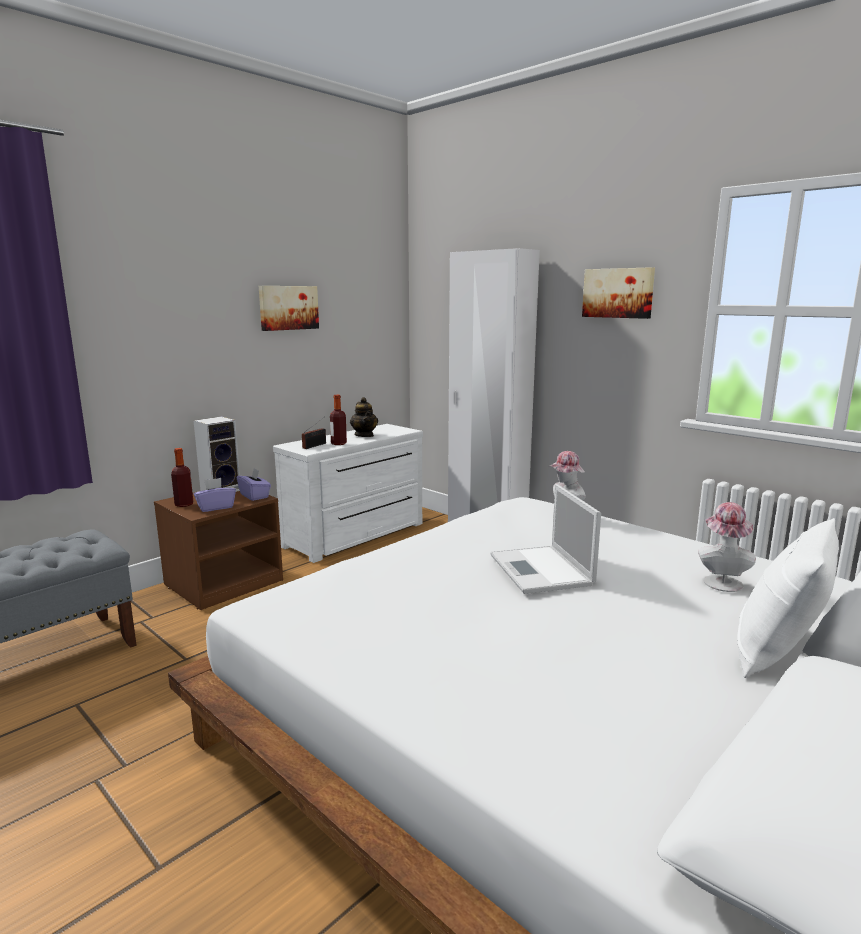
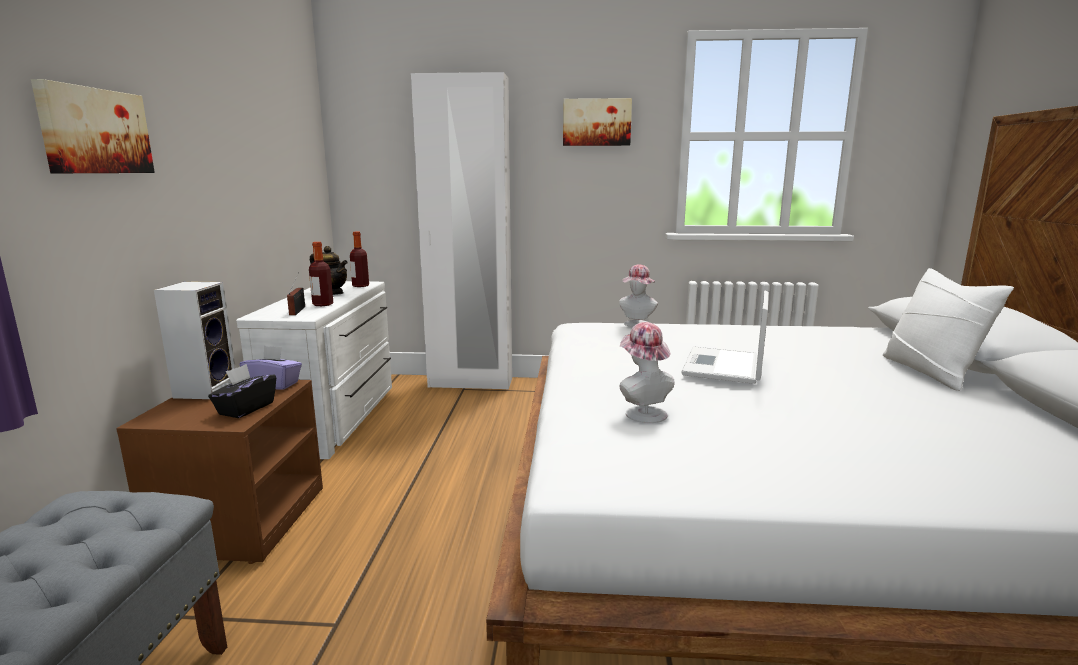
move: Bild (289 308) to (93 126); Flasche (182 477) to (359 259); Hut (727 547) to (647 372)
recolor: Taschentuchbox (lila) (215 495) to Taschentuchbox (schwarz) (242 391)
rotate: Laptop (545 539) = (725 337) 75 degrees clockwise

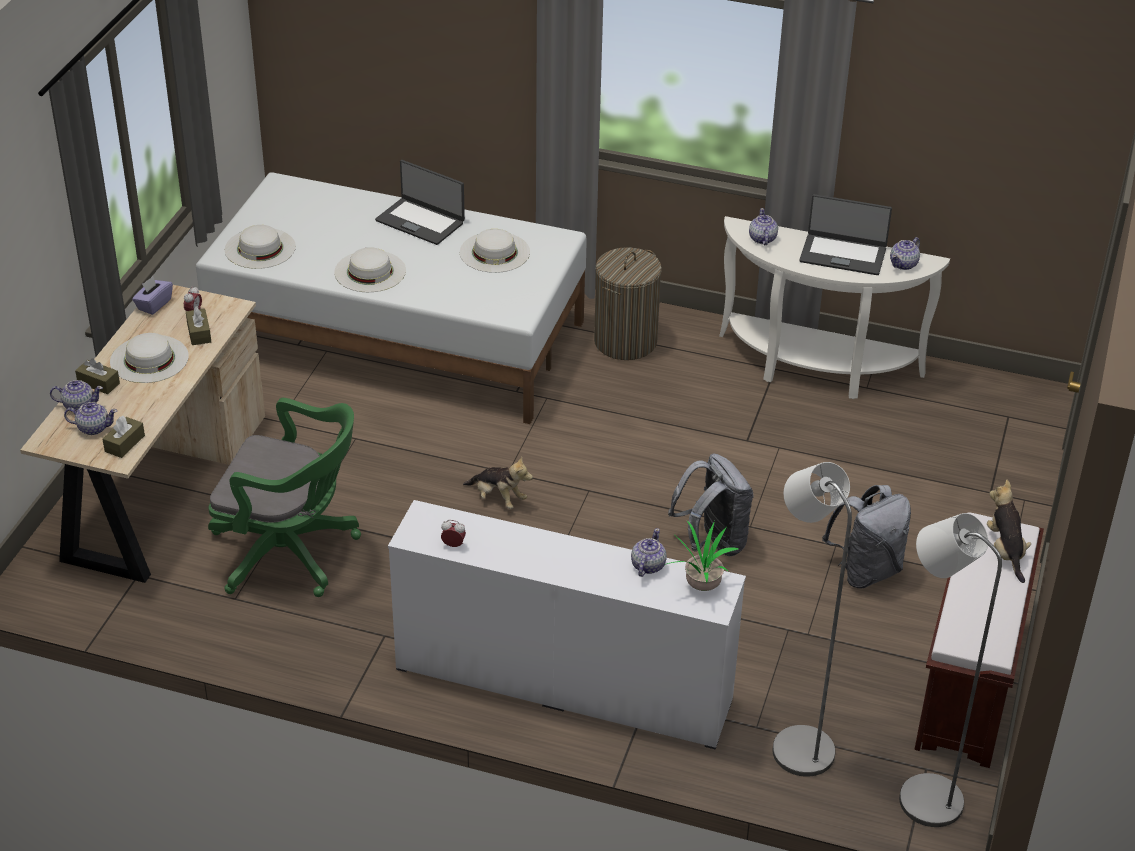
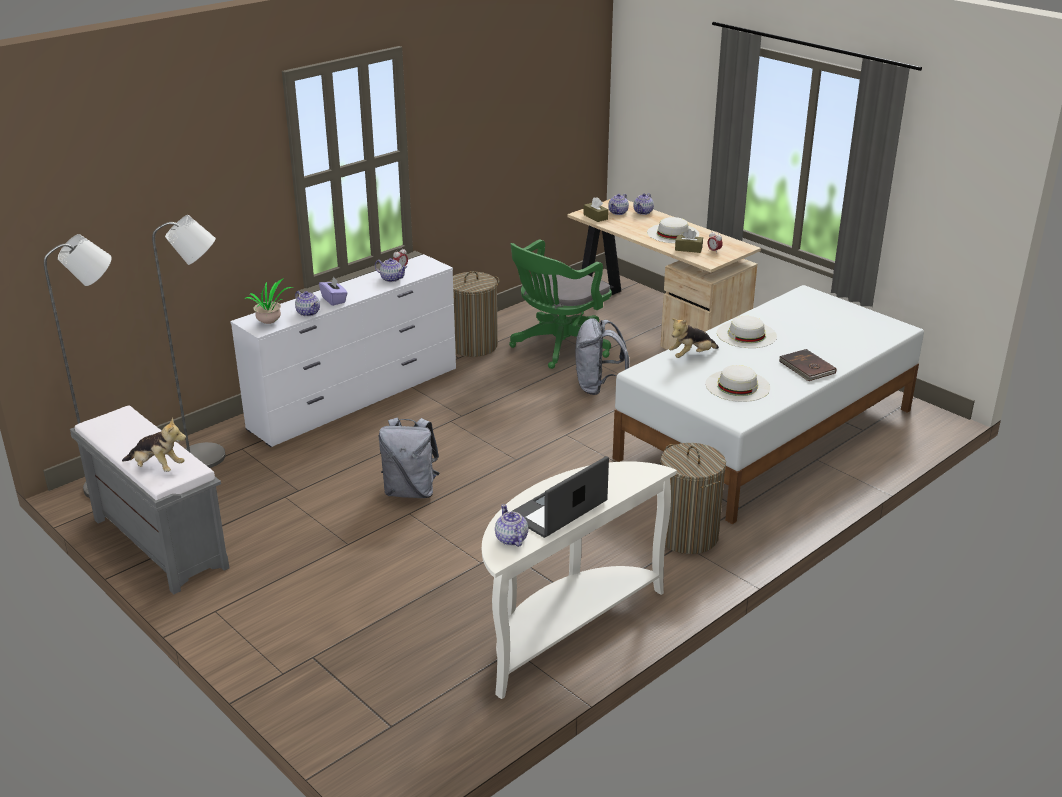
delete: Taschentuchbox (braun) (97 376); Hut (weiß) (260 247)
insert: Wäschekorb (476 314)
move: Taschentuchbox (lila) (152 295) to (333 291); Teekanne (763 226) to (391 270); Rucksack (grau) (866 536) to (602 356); Plüschtier (498 482) to (694 338)
replace: Laptop (420 202) to Buch (braun) (807 365)
recolor: Bank (braun) (979 640) to Bank (grau) (149 500)

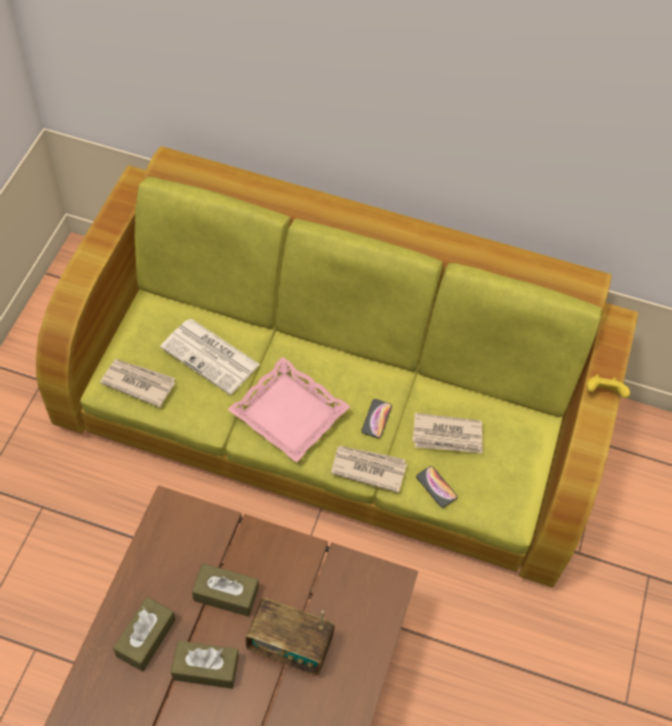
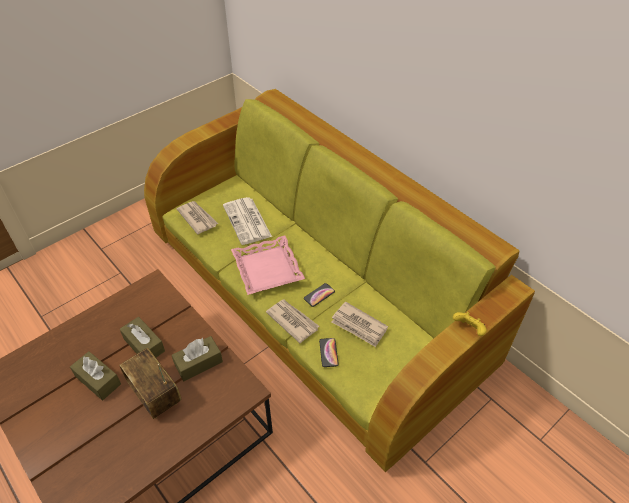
move: Taschentuchbox (braun) (144 634) to (197 358)

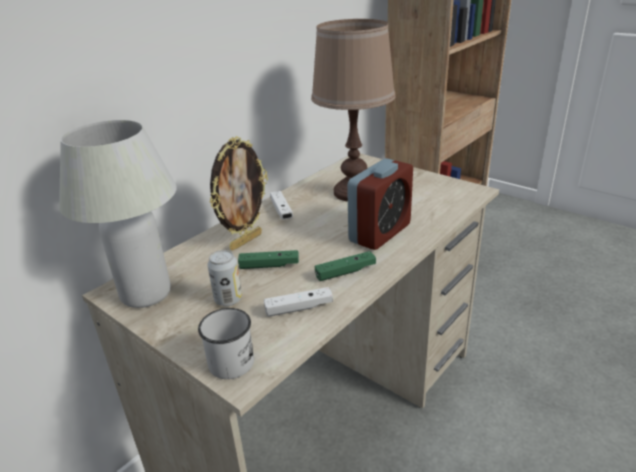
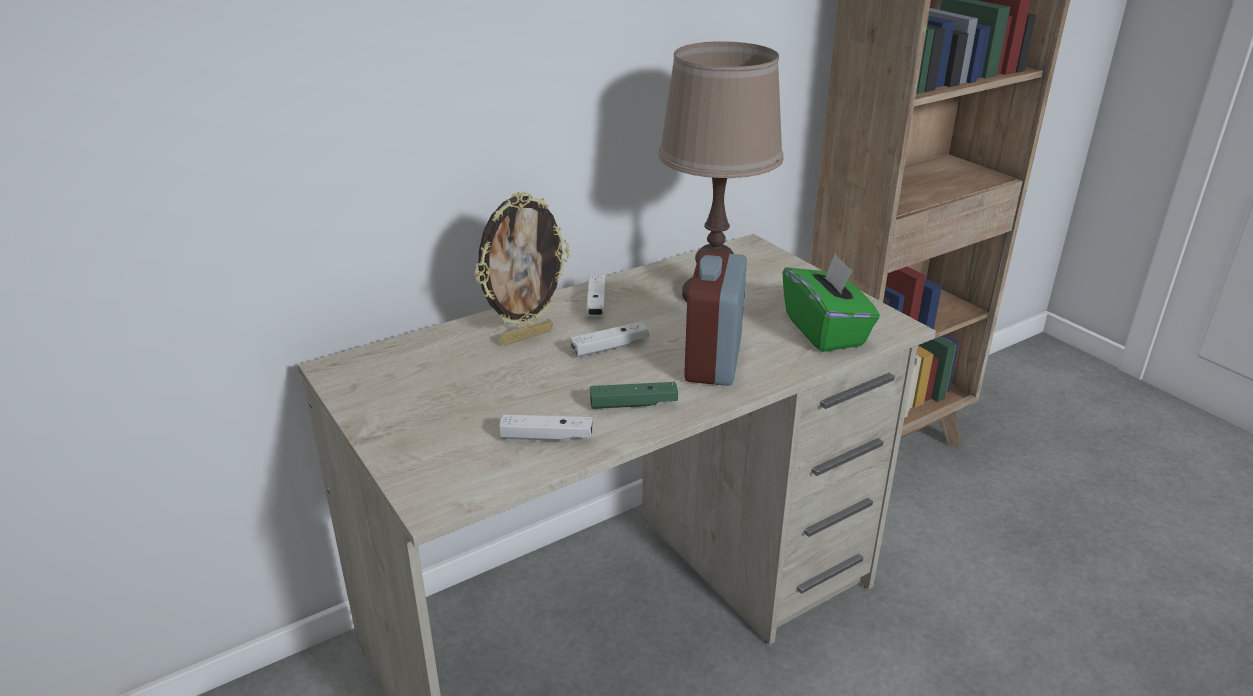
delete: Tischlampe (weiß) (118 214); Henkelbecher (weiß) (226 343); Dose (224 278); Gamepad (grün) (268 259)
insert: Gamepad (weiß) (609 339); Taschentuchbox (grün) (831 302)
rotate: Wecker (380 204) = (715 319) 135 degrees clockwise

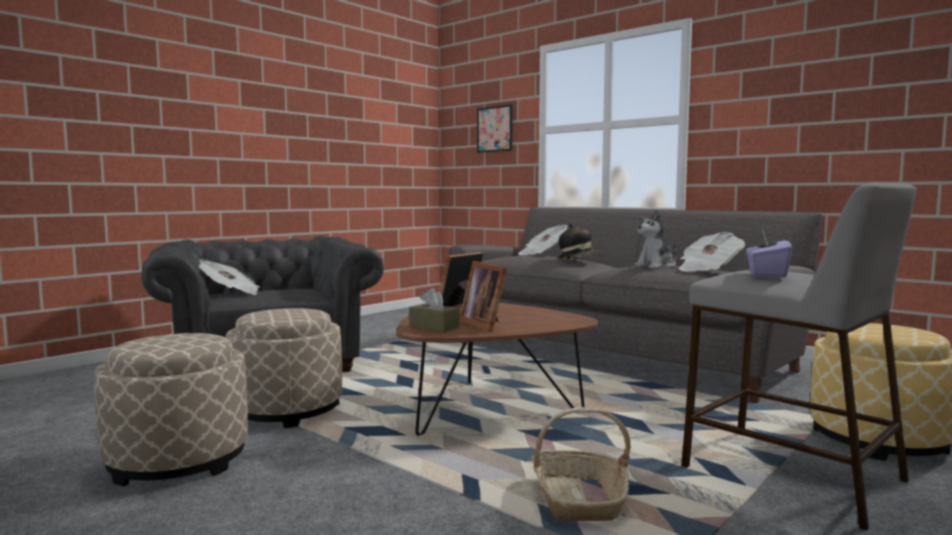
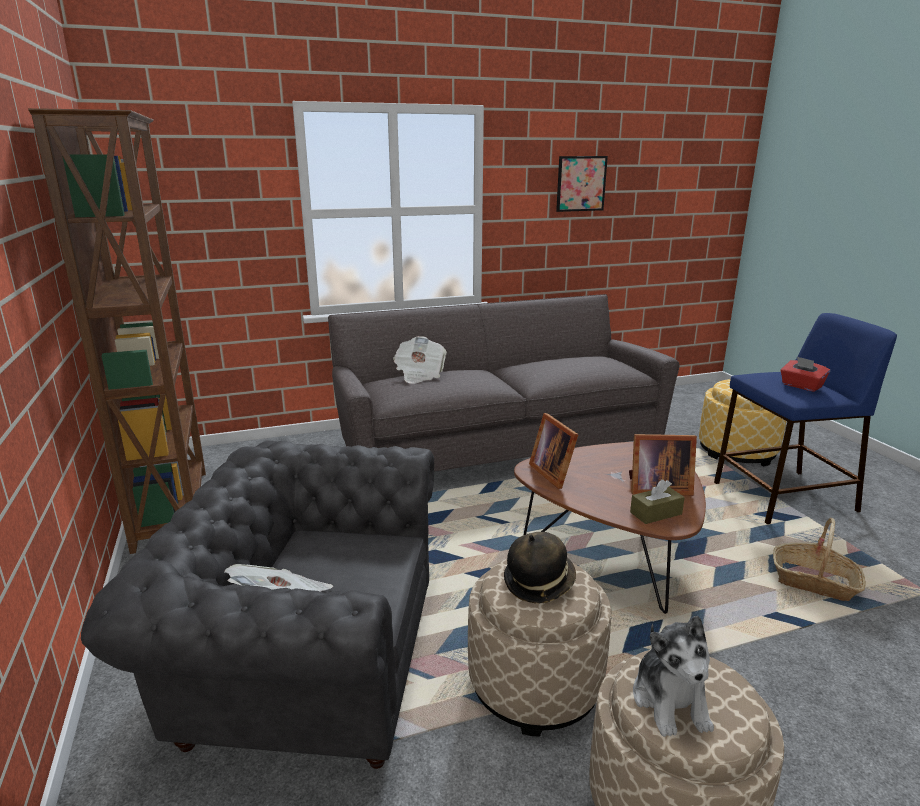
delete: Zeitung (712 252)
insert: Bücherregal (braun) (117 331)
move: Hut (579 241) to (540 568); Bild (495 128) to (582 184); Plüschtier (655 239) to (673 676)
recolor: Hocker (grau) (799 356) to Hocker (blau) (805 418); Taschentuchbox (lila) (769 254) to Taschentuchbox (rot) (805 374)

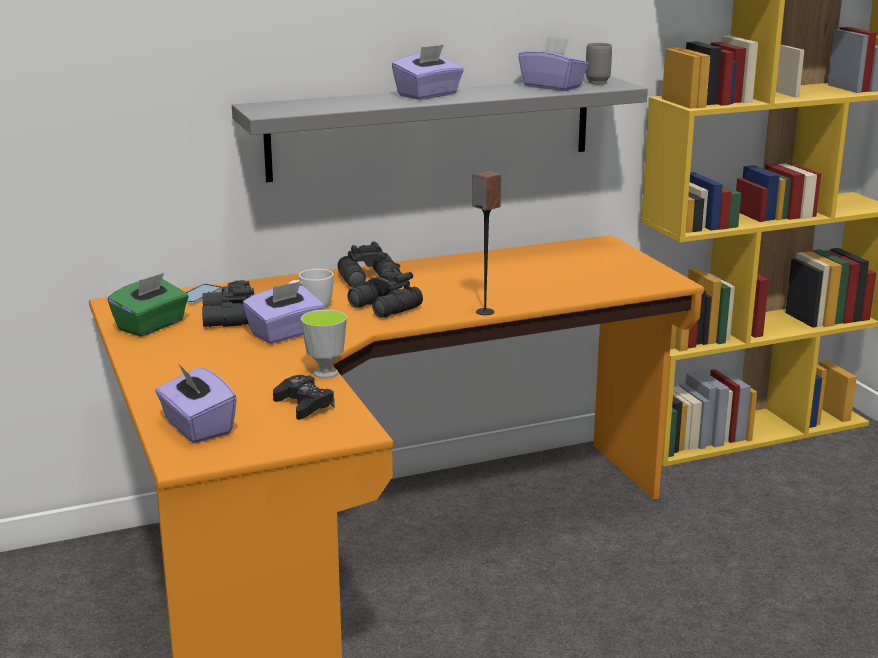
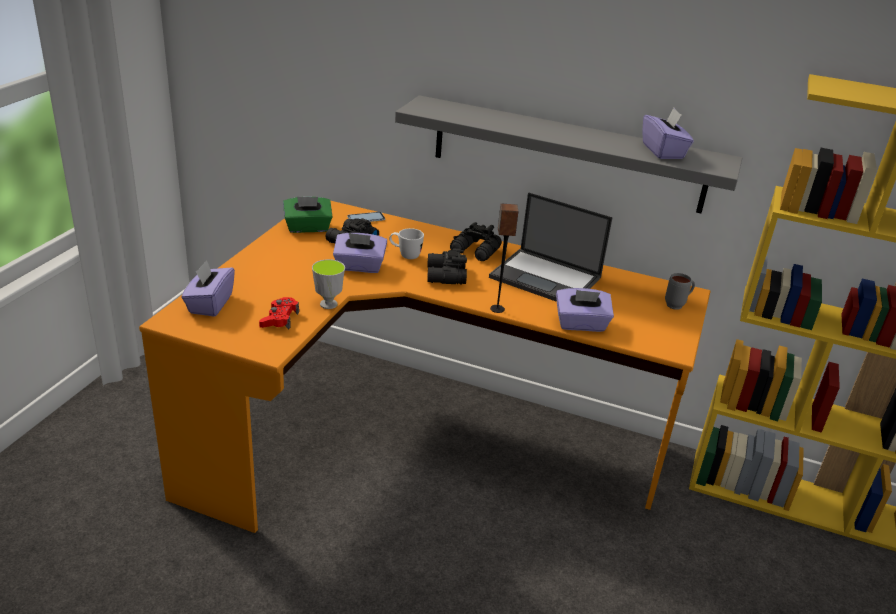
insert: Laptop (551 247)
move: Taschentuchbox (lila) (428 72) to (585 310); Henkelbecher (grau) (598 63) to (680 291)
recolor: Gamepad (schwarz) (304 397) to Gamepad (rot) (279 313)

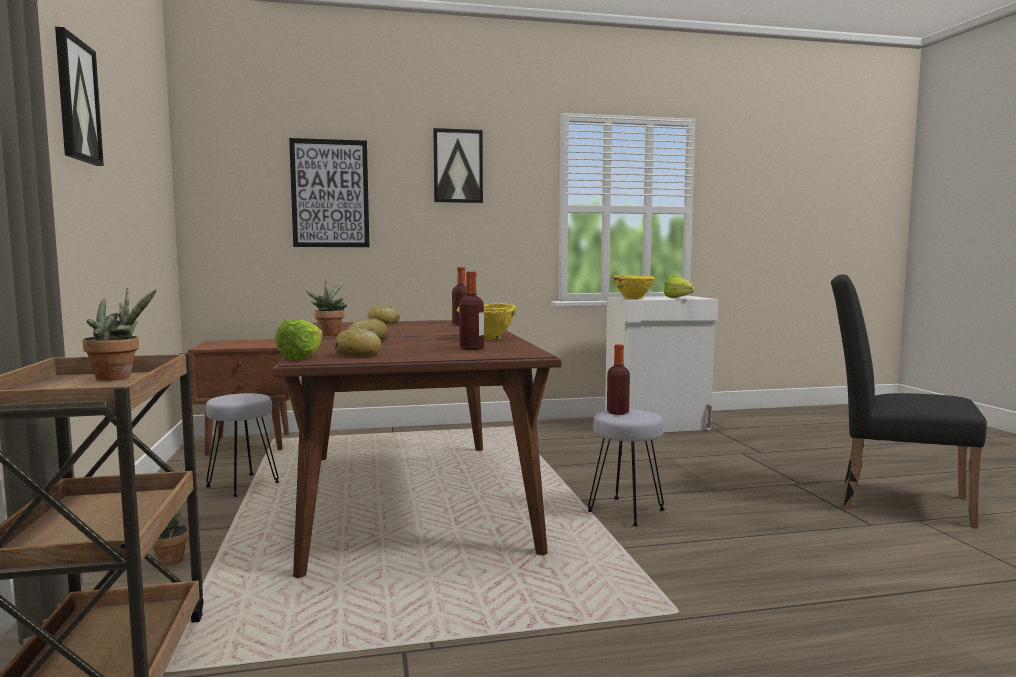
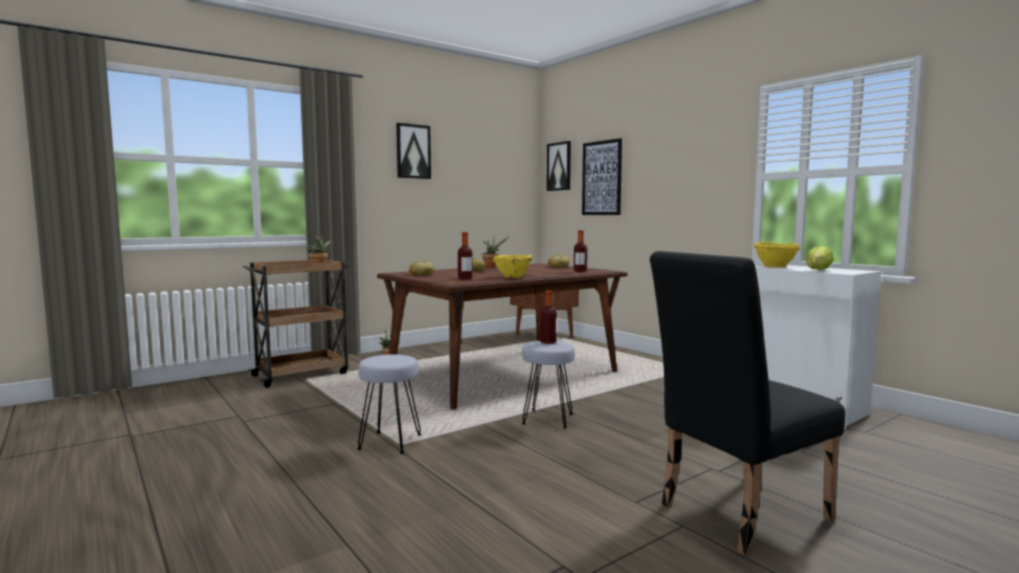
delete: Salatkopf (299 339)
move: Hocker (grau) (242 445) to (389 404); Bild (458 165) to (559 166)
rotate: Stuhl (schwarz) (909 401) = (747 403) 120 degrees counterclockwise

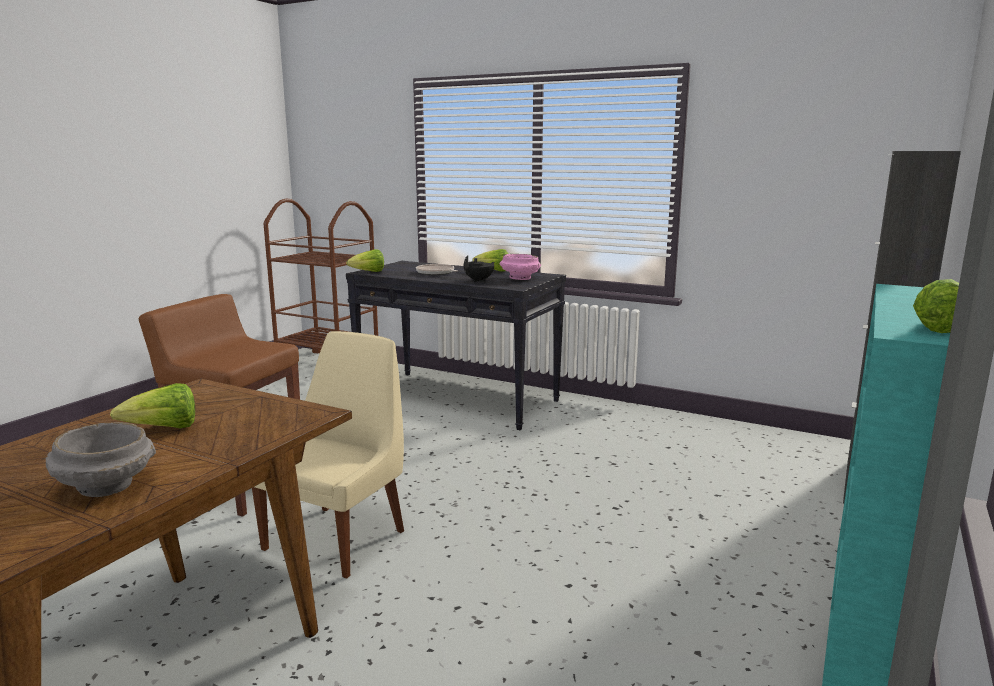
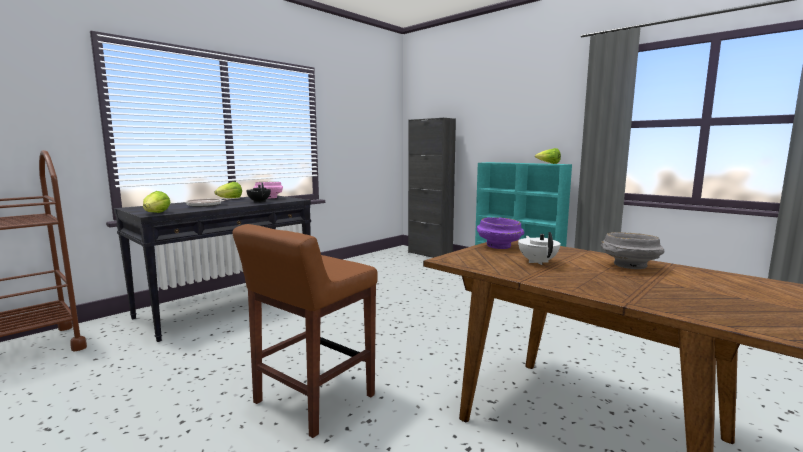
delete: Stuhl (beige) (328 455)
insert: Schüssel (lila) (500 233)
replace: Salatkopf (152 405) to Teekanne (weiß) (539 248)

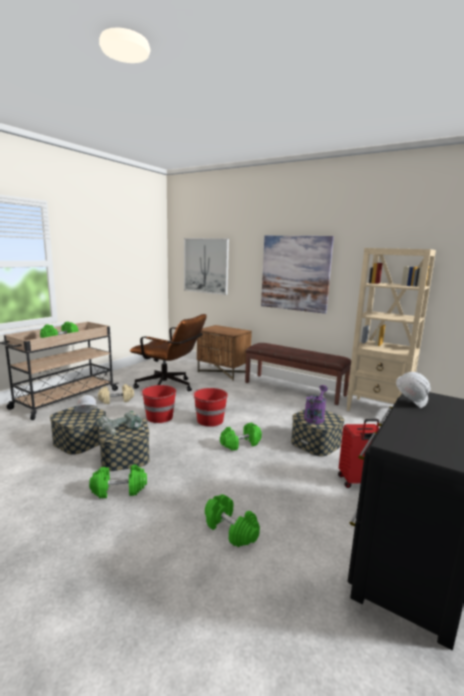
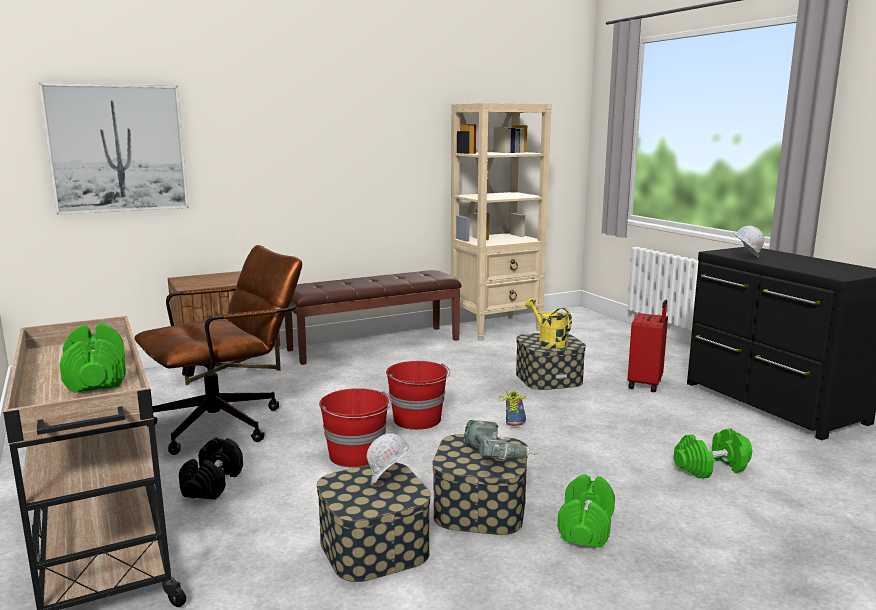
delete: Bild (297 275)
replace: Hantel (grün) (241 436) to Schuh (512 408)
recolor: Hantel (beige) (116 394) to Hantel (schwarz) (211 469); Gießkanne (lila) (316 404) to Gießkanne (gelb) (548 323)

